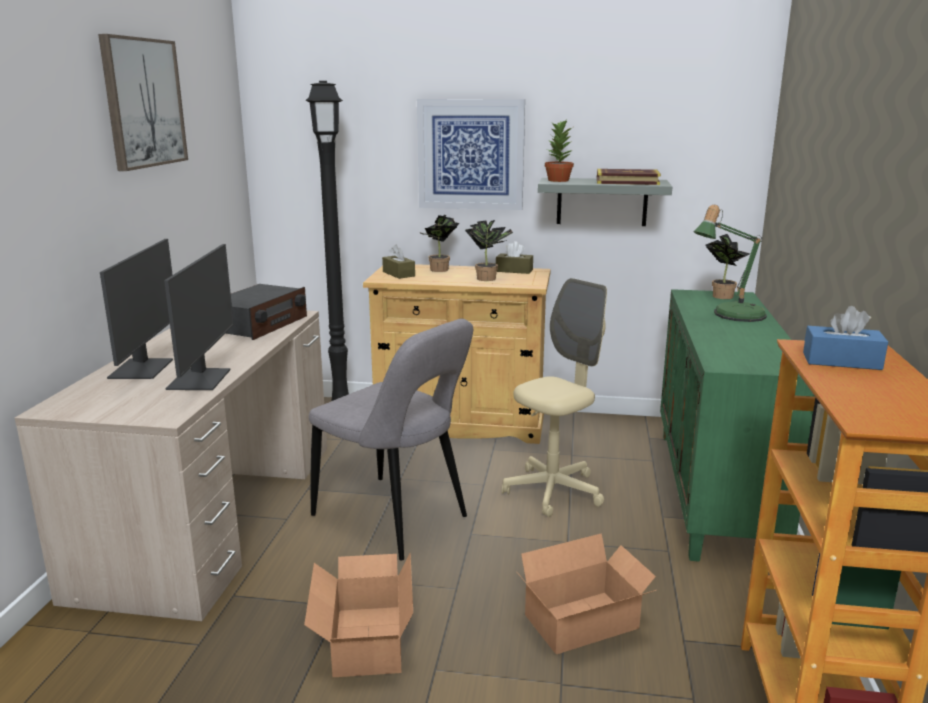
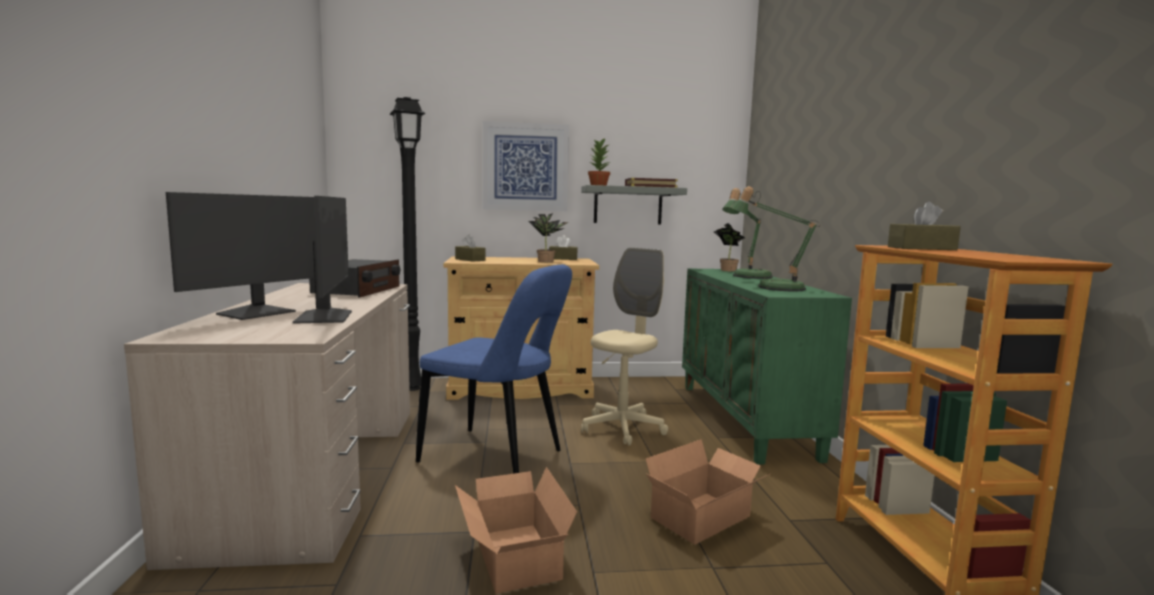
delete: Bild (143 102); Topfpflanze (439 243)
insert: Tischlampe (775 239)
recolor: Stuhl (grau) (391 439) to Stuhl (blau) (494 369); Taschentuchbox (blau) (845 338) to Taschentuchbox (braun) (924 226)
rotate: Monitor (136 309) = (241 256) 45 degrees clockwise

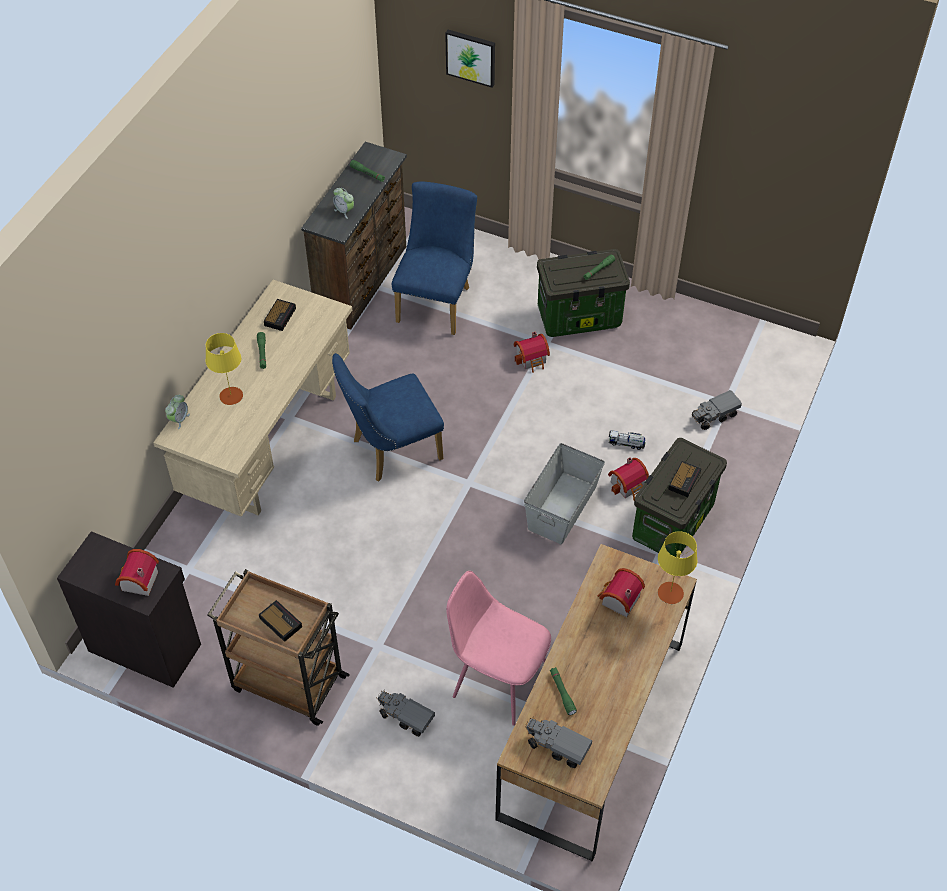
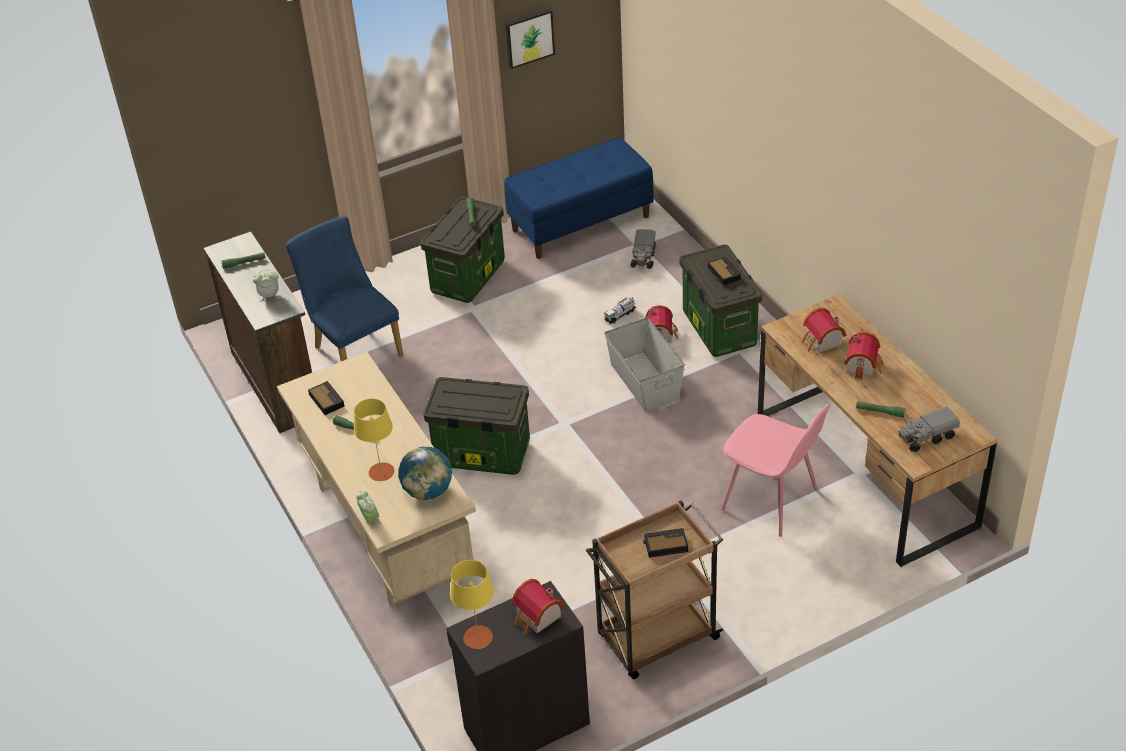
delete: Spielzeuglaster (406 713)
insert: Globus (425 473); Bank (blau) (578 198)
move: Tischlampe (gelb) (678 567) to (472 604); Bild (470 59) to (530 39); Spielzeughaus (532 352) to (864 356)
replace: Stuhl (blau) (388 417) to Aufbewahrungsbox (476 426)
rotate: Stuhl (rosa) (498 648) = (775 470) 120 degrees counterclockwise

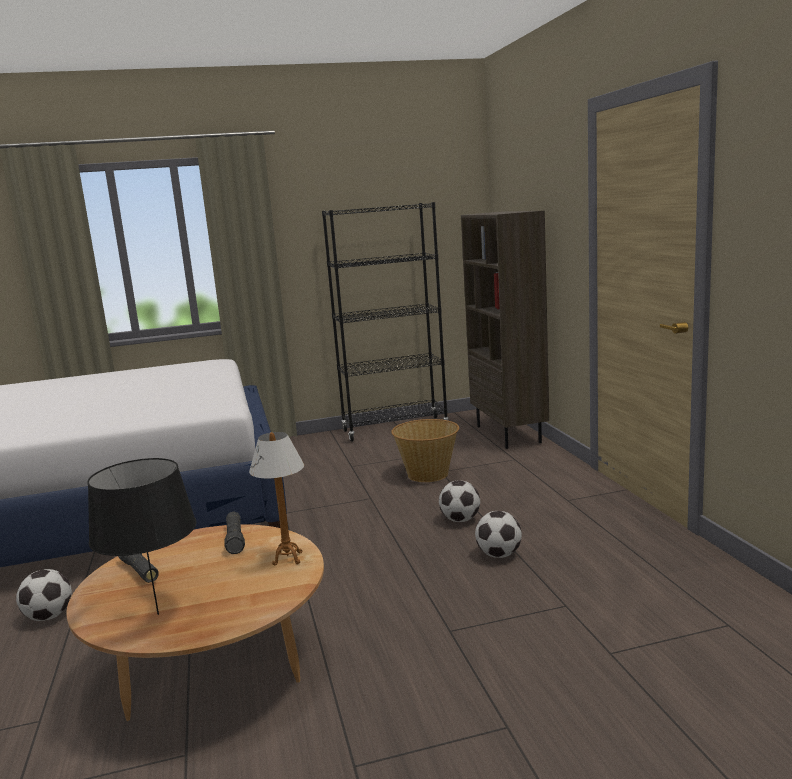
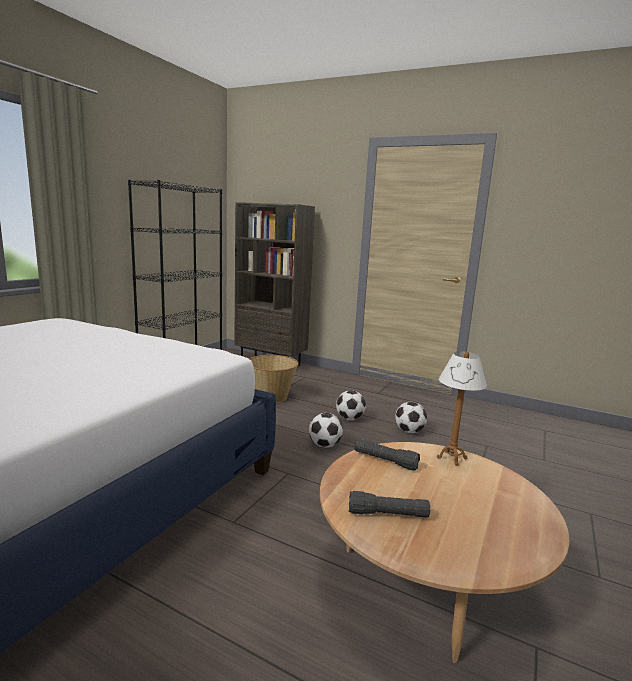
delete: Tischlampe (schwarz) (142 536)
move: Fußball (44 595) to (326 430)

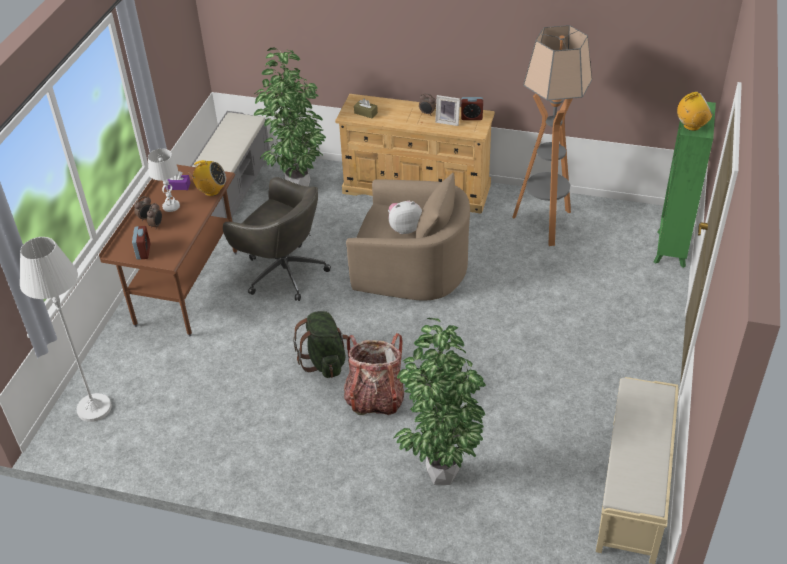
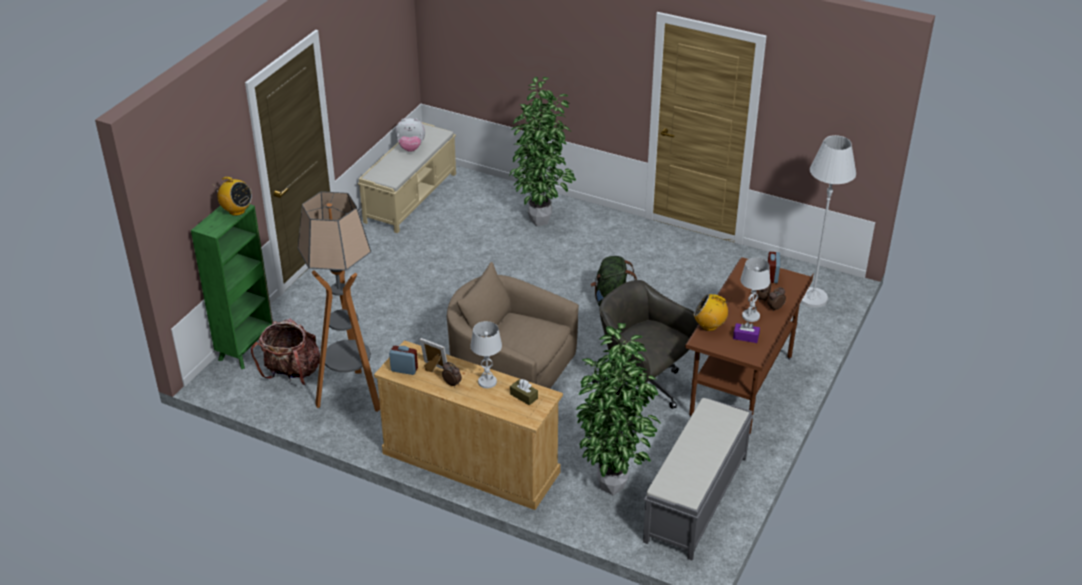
insert: Tischlampe (weiß) (486 354)
move: Rucksack (374 374) to (285 352); Plüschtier (405 217) to (410 135)
rotate: Radio (695 111) = (234 196) 150 degrees counterclockwise

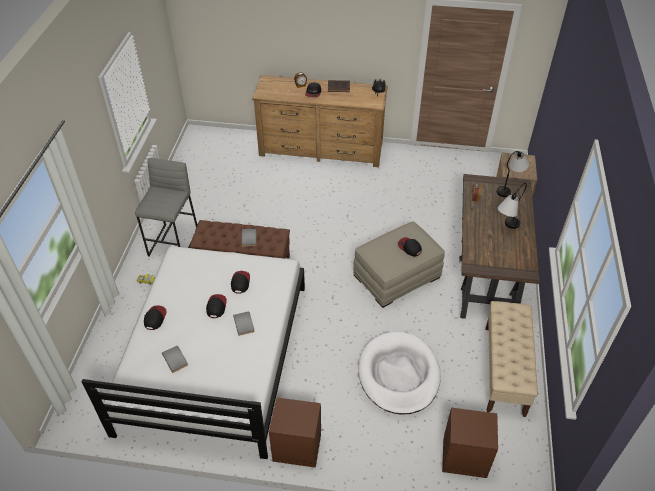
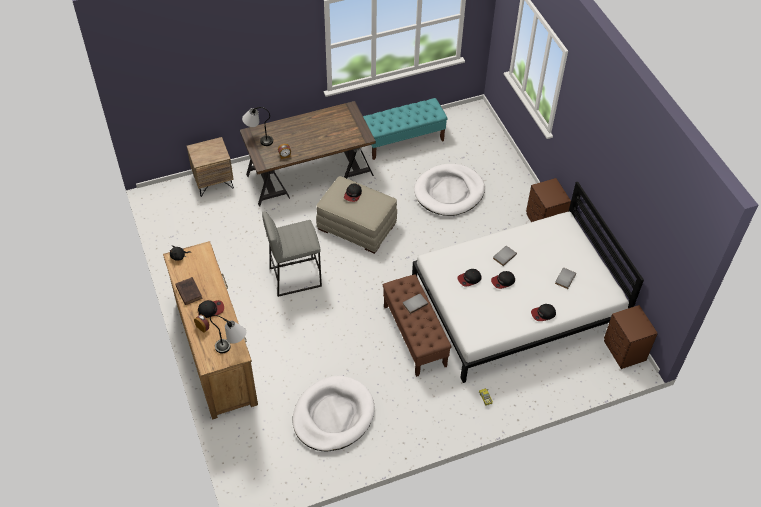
insert: Hundebett (weiß) (333 413)
move: Tischlampe (512 206) to (228 334); Hocker (grau) (166 207) to (292 254); Nachttisch (braun) (470 443) to (631 337)
recolor: Bank (beige) (511 359) to Bank (türkis) (405 129)

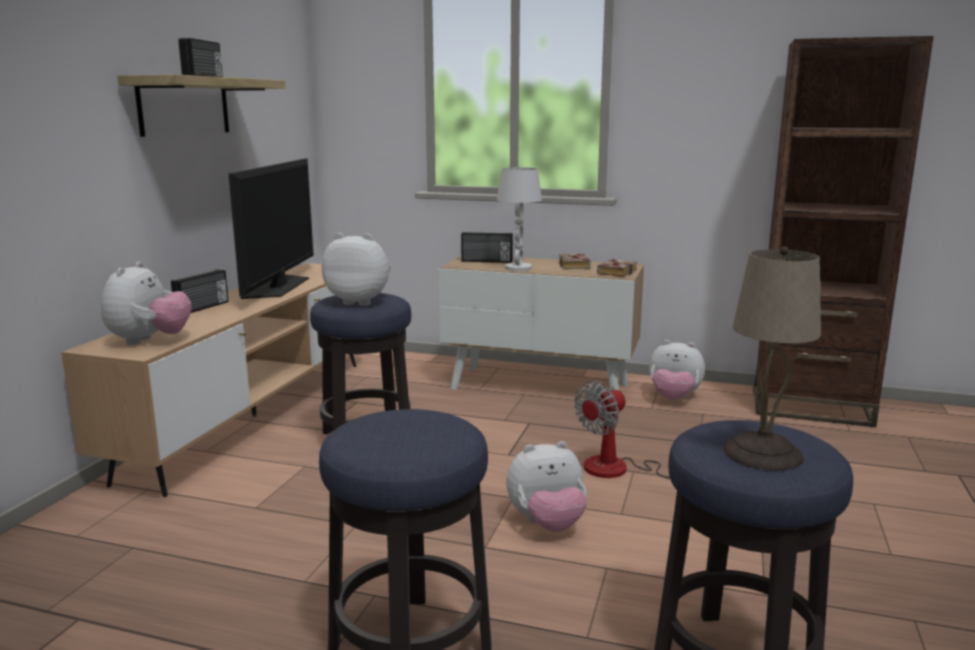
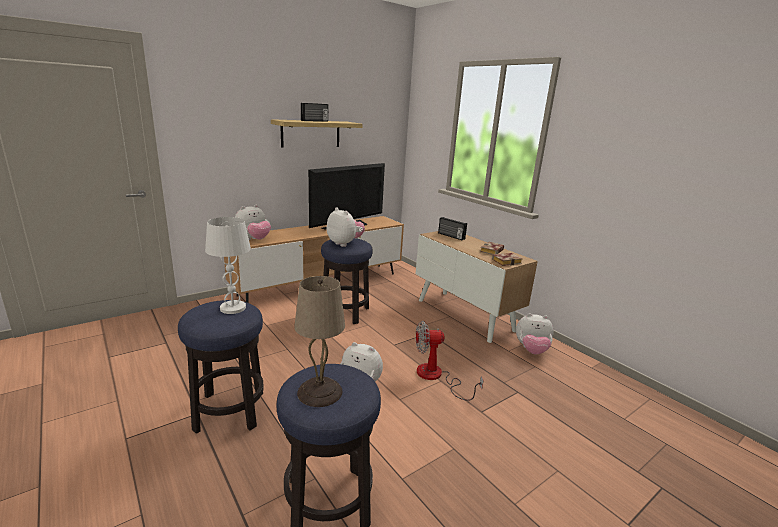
delete: Radio (199 291); Bücherregal (braun) (844 231)
move: Tischlampe (weiß) (519 219) to (228 265)
rotate: Plüschtier (677 370) = (535 334) 45 degrees counterclockwise

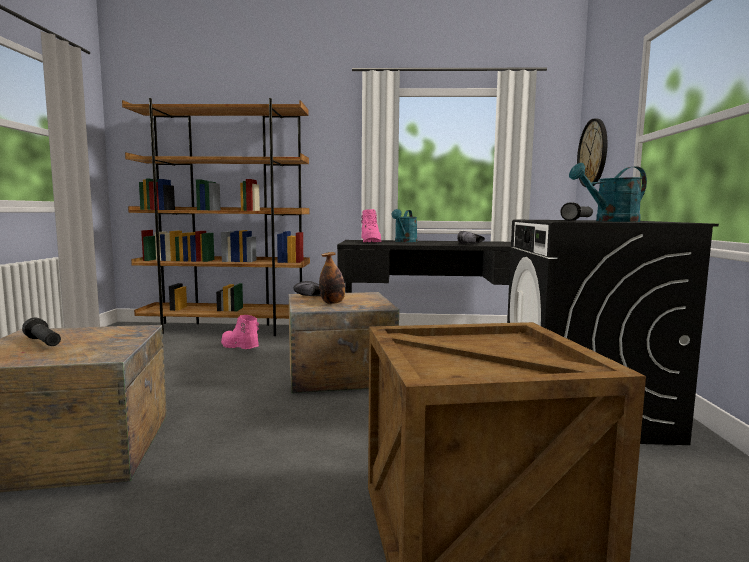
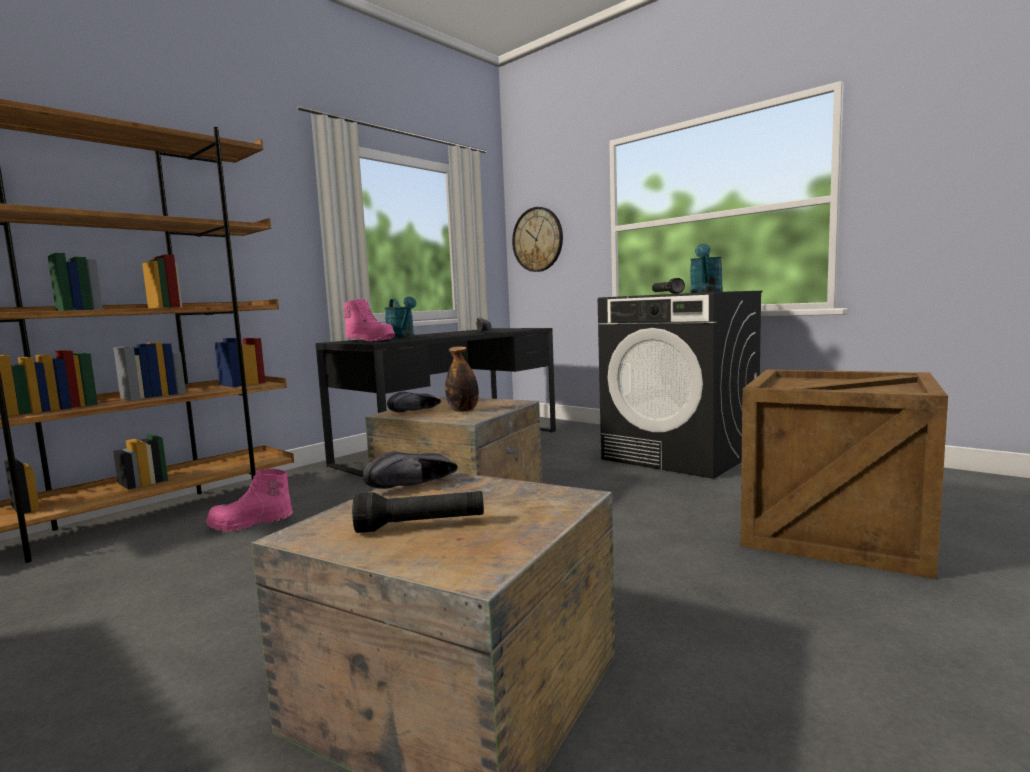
insert: Schuh (schwarz) (410 470)

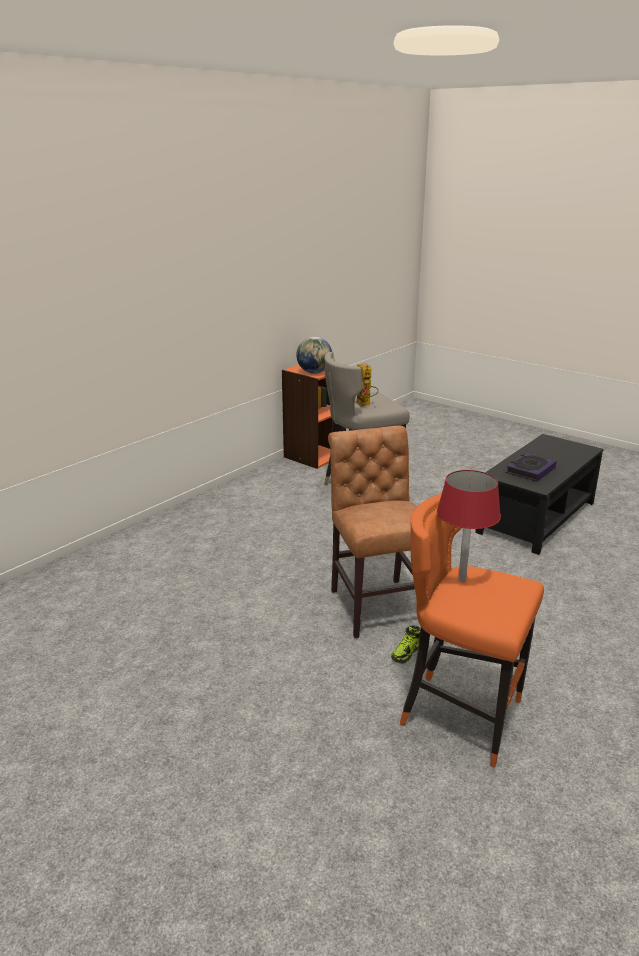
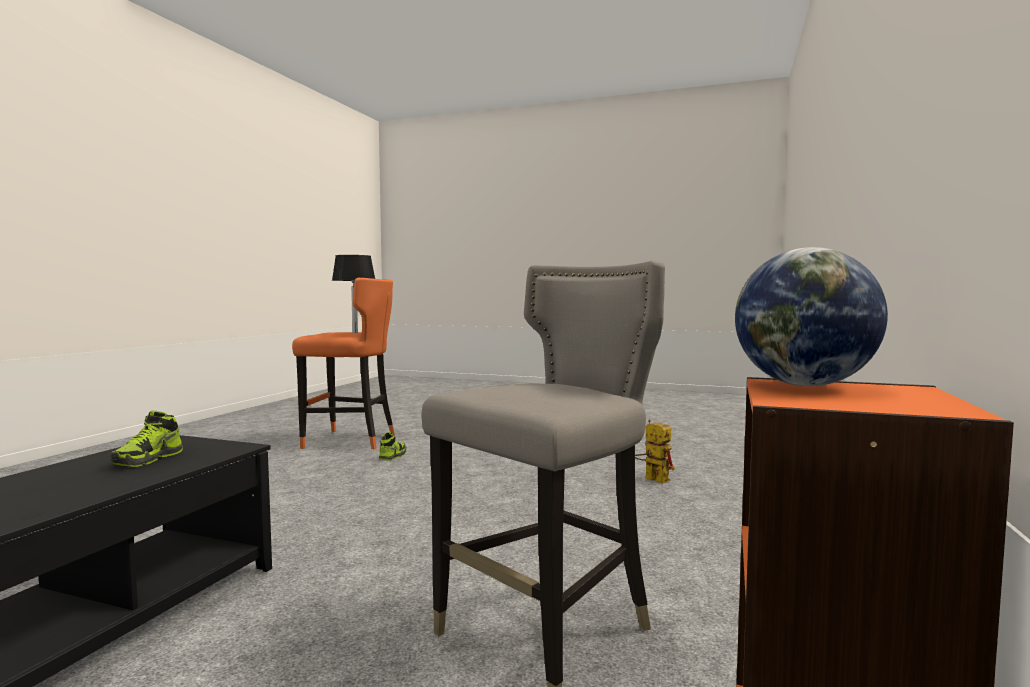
delete: Stuhl (braun) (372 532)
move: Spielzeugroboter (367 385) to (655 451)
replace: Buch (531 467) to Schuh (146 438)
recolor: Tischlampe (rot) (469 526) to Tischlampe (schwarz) (353 294)

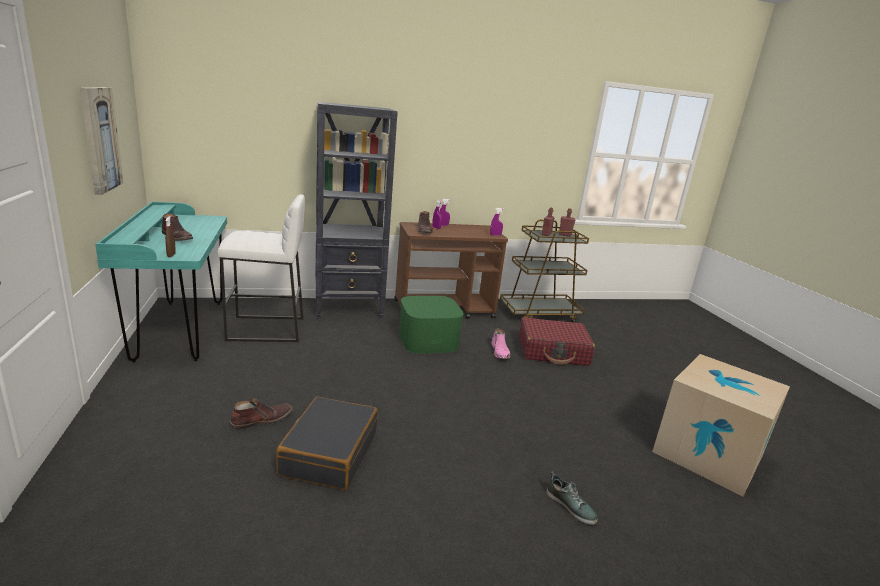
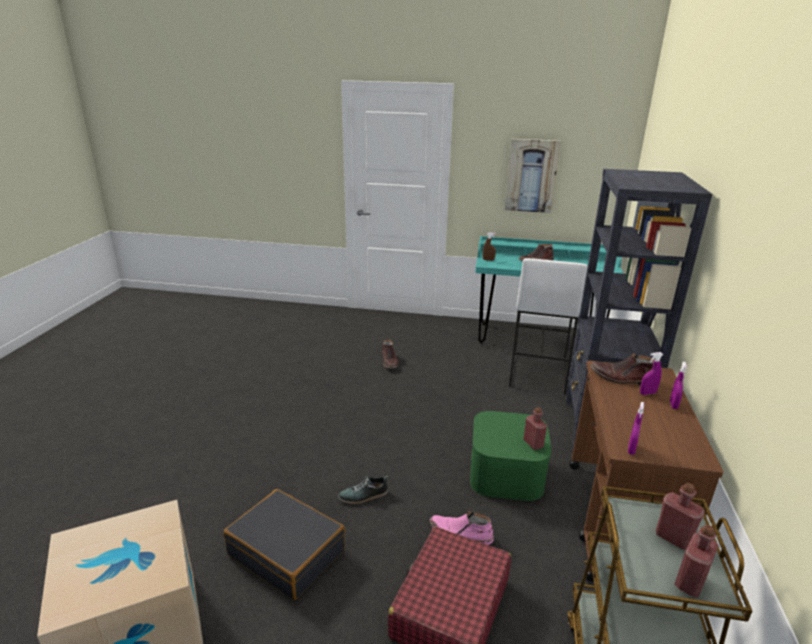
insert: Flasche (rot) (535 428)
move: Koffer (schwarz) (327 443) to (284 544); Schuh (572 498) to (363 489)

